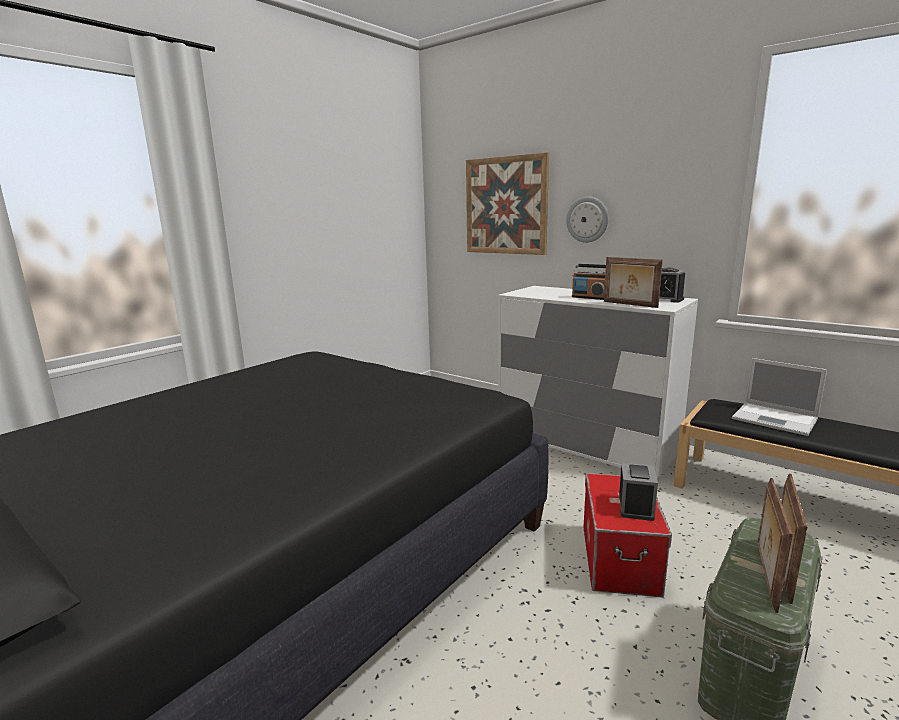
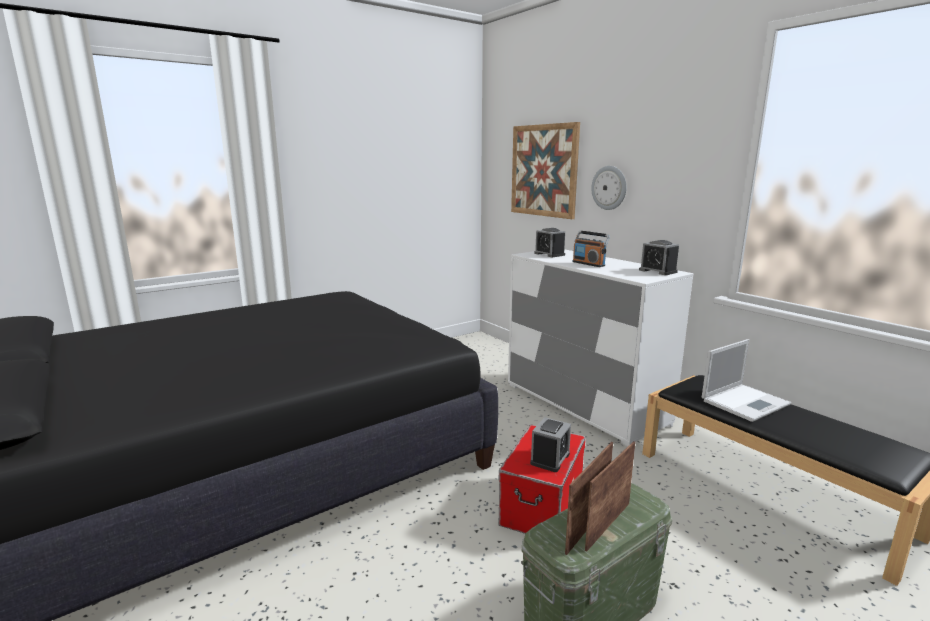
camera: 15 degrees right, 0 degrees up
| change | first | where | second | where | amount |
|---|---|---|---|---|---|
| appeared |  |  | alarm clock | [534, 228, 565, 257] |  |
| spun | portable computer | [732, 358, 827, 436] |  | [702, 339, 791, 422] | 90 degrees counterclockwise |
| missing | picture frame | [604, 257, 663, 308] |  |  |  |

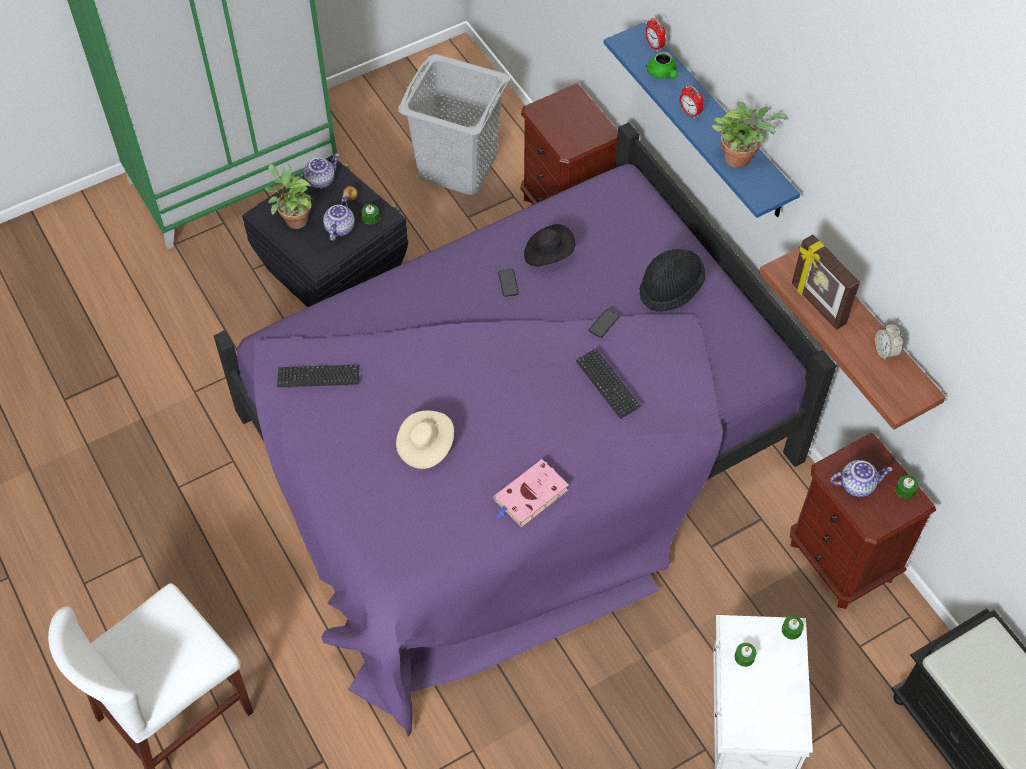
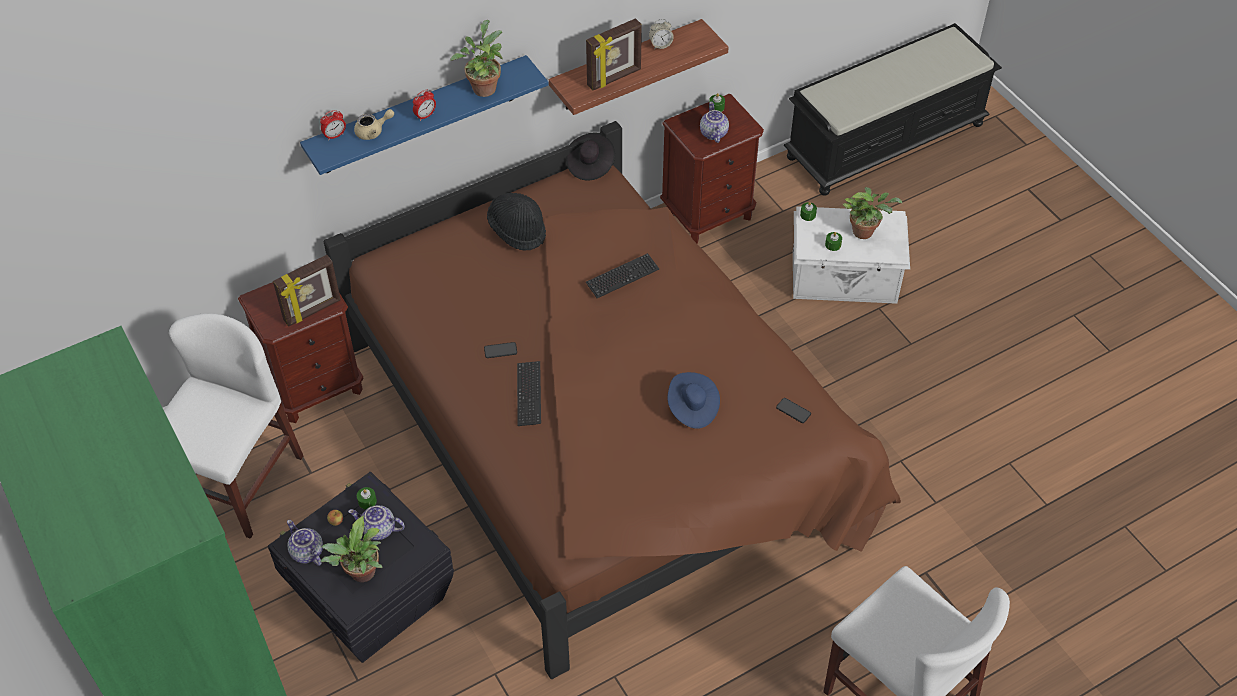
camera: 90 degrees left, 5 degrees down
| change | first | where | second | where | amount |
|---|---|---|---|---|---|
| exchanged | laundry basket in greyish | [398, 54, 509, 195] | plain chair in whitish | [164, 313, 303, 539] |  |
| appeared |  |  | picture frame | [273, 255, 341, 327] |  |
| colour | bedroom bed in purple | [214, 122, 836, 737] | bedroom bed in brown | [323, 121, 901, 679] |  |
| colour | pot for tea in greenish | [645, 51, 678, 79] | pot for tea in beige-coloured | [354, 109, 394, 140] |  |
| relocated | PC keyboard | [277, 364, 359, 388] |  | [517, 361, 541, 426] |  |
| relocated | clothing hat in blackish | [524, 224, 576, 266] |  | [566, 132, 615, 180] |  |
| colour | clothing hat in beige-coloured | [396, 410, 454, 469] | clothing hat in blue-coloured | [668, 372, 720, 429] |  |
| relocated | telephone | [589, 309, 619, 338] |  | [776, 398, 811, 423] |  |
| appeared |  |  | plant in a pot | [843, 187, 902, 239] |  |
| missing | book in pink-coloured | [493, 459, 569, 527] |  |  |  |

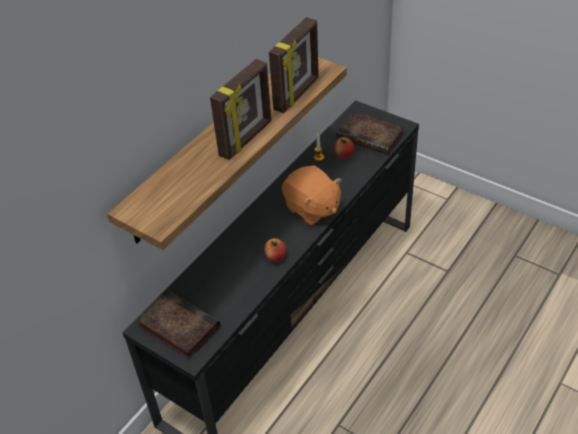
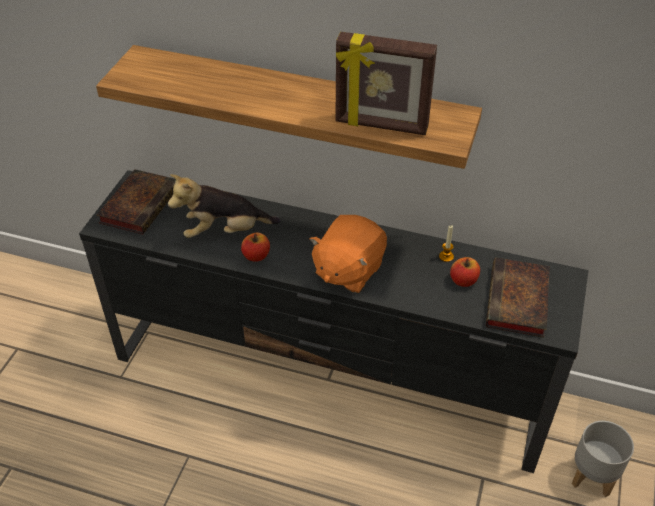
camera: 70 degrees right, 0 degrees up
| change | first | where | second | where | amount |
|---|---|---|---|---|---|
| appeared |  |  | plush toy | [168, 174, 280, 238] |  |
| appeared |  |  | plant pot in greyish | [572, 421, 634, 497] |  |
| missing | picture frame | [210, 59, 272, 160] |  |  |  |

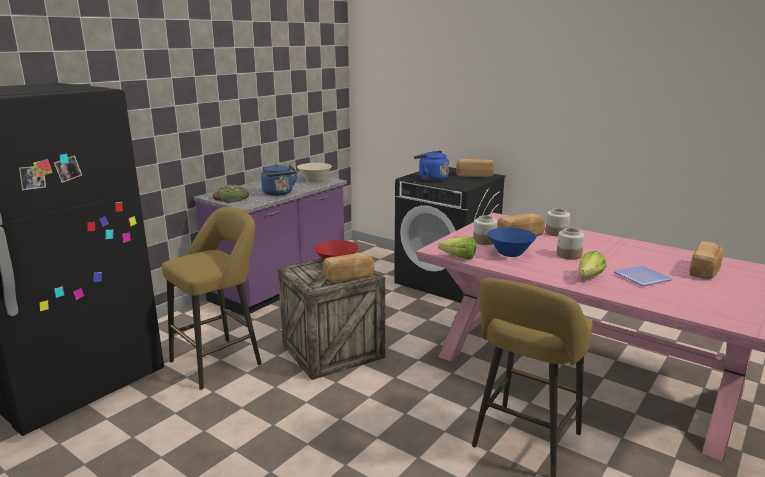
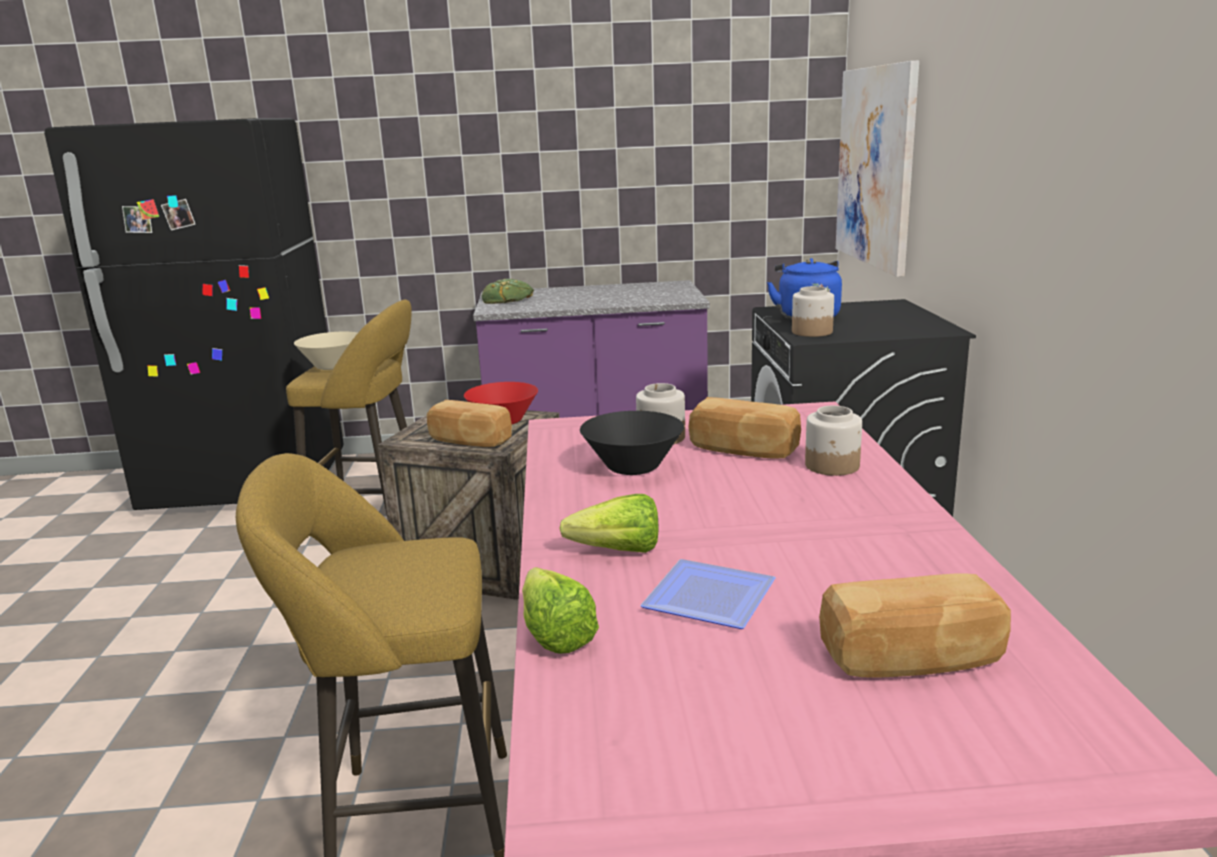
camera: 50 degrees right, 0 degrees up
| change | first | where | second | where | amount |
|---|---|---|---|---|---|
| relocated | serving bowl in beige-coloured | [297, 163, 332, 182] |  | [294, 332, 357, 370] |  |
| relocated | lettuce | [438, 237, 476, 260] |  | [522, 567, 599, 654] |  |
| colour | serving bowl in blue-coloured | [487, 227, 536, 257] | serving bowl in blackish | [580, 411, 684, 475] |  |
| relocated | preserve jar | [556, 228, 584, 260] |  | [792, 286, 834, 337] |  |
| appeared |  |  | wall art | [836, 61, 919, 277] |  |
| missing | tea kettle in blue-coloured | [261, 164, 298, 196] |  |  |  |
| missing | bread | [456, 158, 494, 177] |  |  |  |

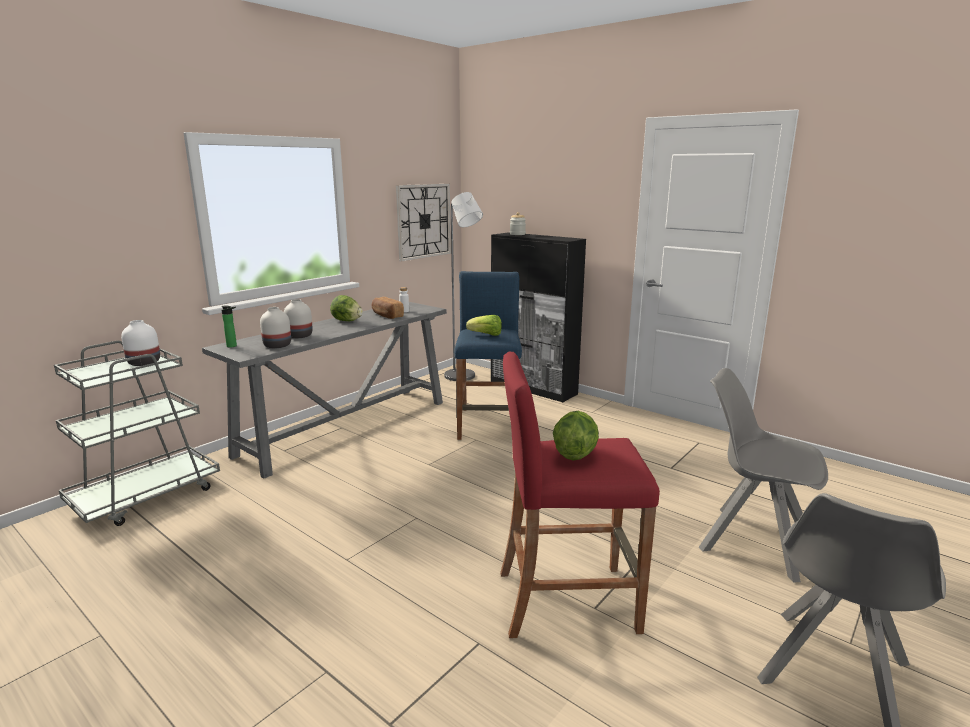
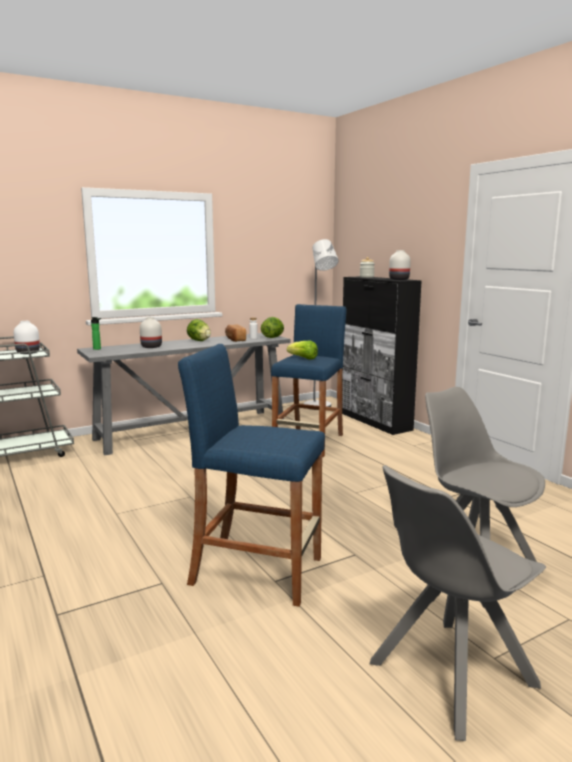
camera: 20 degrees right, 5 degrees down
| change | first | where | second | where | amount |
|---|---|---|---|---|---|
| colour | sitting stool in red | [500, 352, 660, 638] | sitting stool in blue-coloured | [178, 344, 325, 607] |  |
| relocated | lettuce | [553, 411, 599, 460] |  | [261, 317, 284, 338] |  |
| relocated | vase in whitish | [260, 307, 291, 348] |  | [389, 250, 411, 280] |  |
| missing | clock on the wall | [396, 184, 451, 262] |  |  |  |

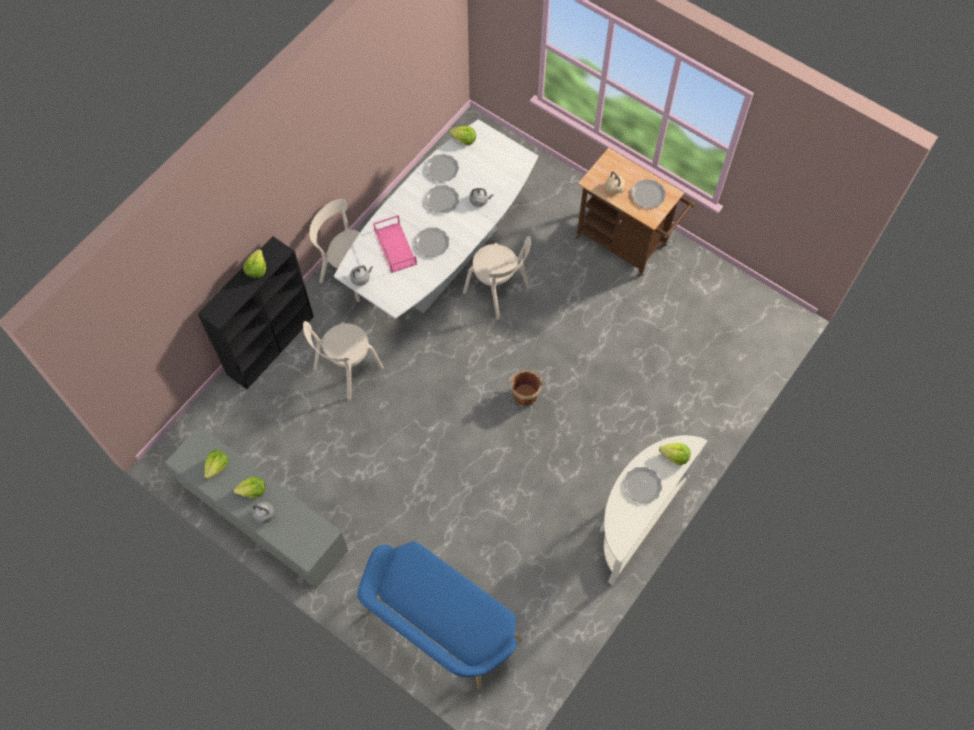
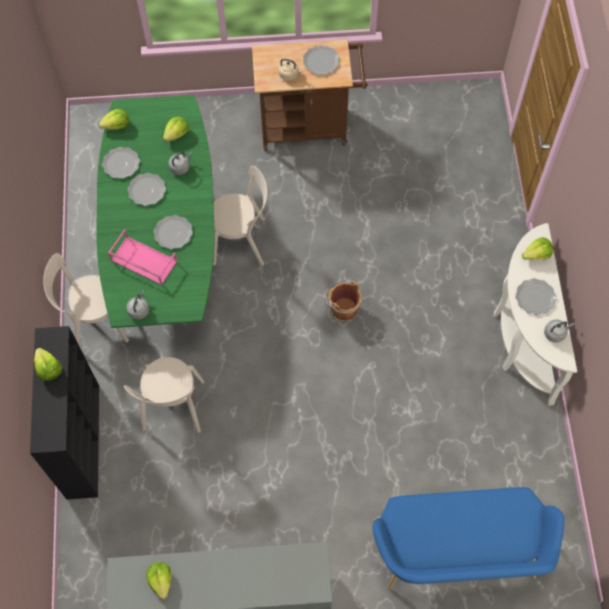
camera: 40 degrees left, 0 degrees up
| change | first | where | second | where | amount |
|---|---|---|---|---|---|
| colour | dinner table in whitish | [334, 119, 538, 319] | dinner table in greenish | [96, 95, 215, 328] |  |
| relocated | lettuce | [234, 477, 265, 498] |  | [163, 116, 189, 142] |  |
| relocated | tea kettle in greyish | [252, 502, 277, 523] |  | [544, 319, 574, 343] |  |

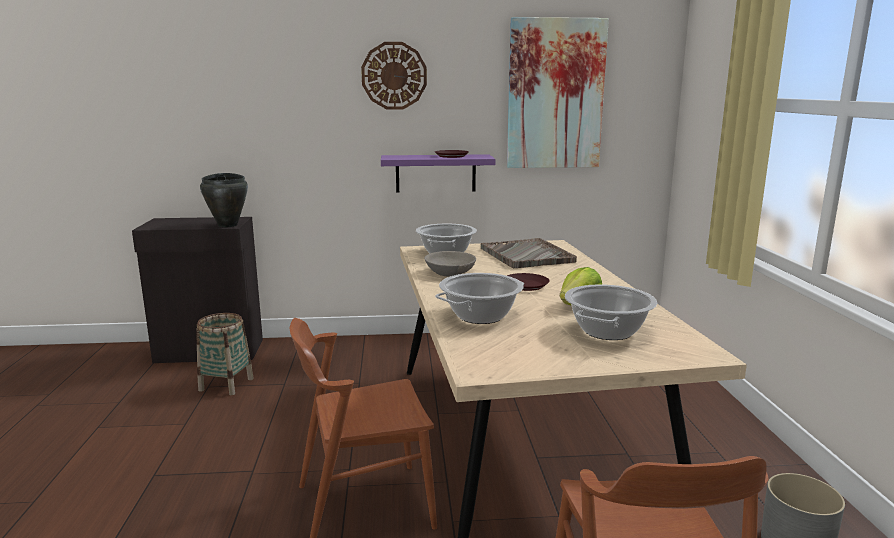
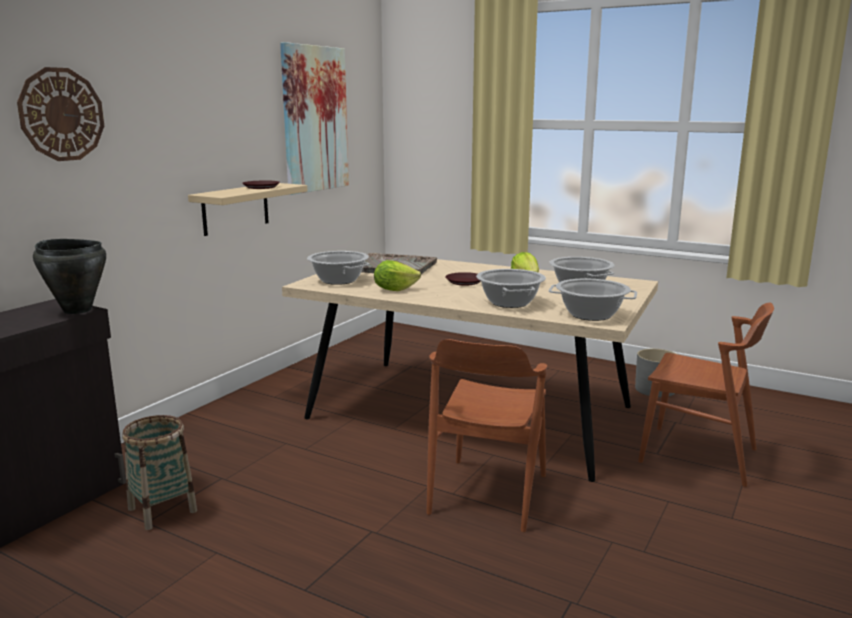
camera: 55 degrees left, 0 degrees up
| change | first | where | second | where | amount |
|---|---|---|---|---|---|
| relocated | clock on the wall | [361, 42, 427, 109] |  | [17, 67, 104, 161] |  |
| colour | wall shelf in purple | [381, 154, 496, 193] | wall shelf in beige-coloured | [188, 183, 307, 236] |  |
| exchanged | serving bowl in greyish | [424, 251, 476, 277] | lettuce | [374, 260, 421, 291] |  |
| appeared |  |  | stockpot | [549, 279, 637, 321] |  |

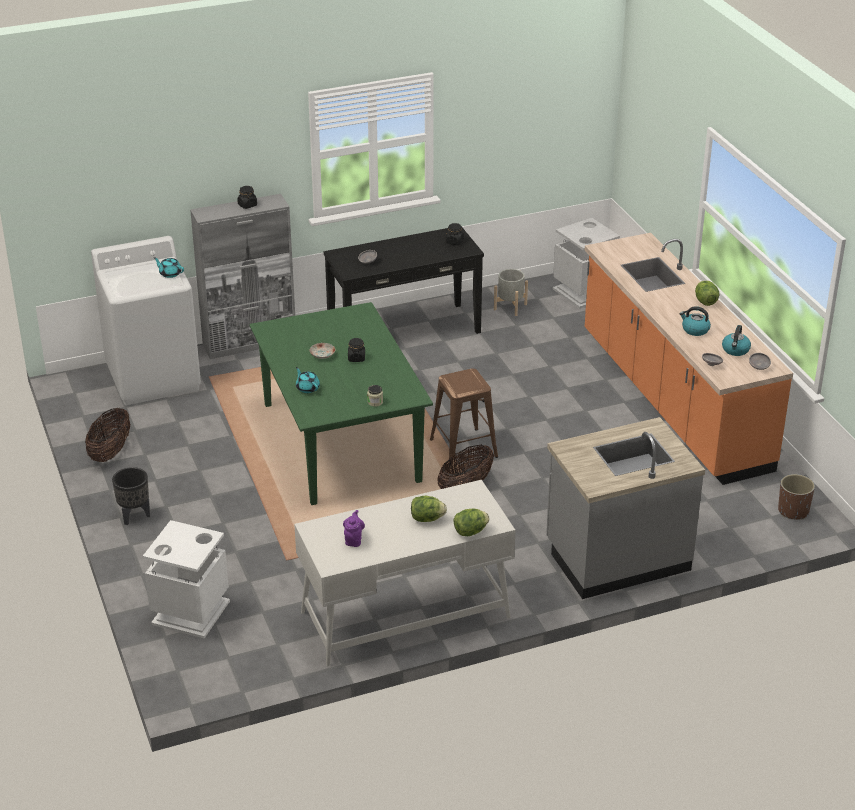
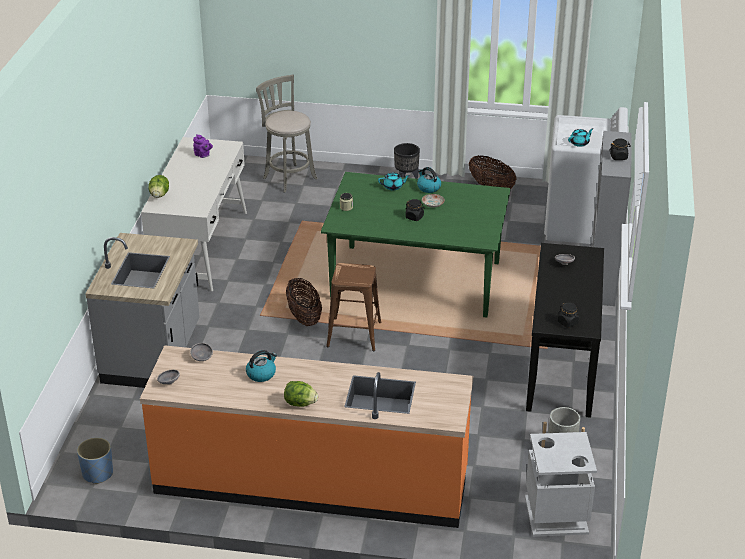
camera: 120 degrees right, 0 degrees up
| change | first | where | second | where | amount |
|---|---|---|---|---|---|
| colour | plant pot in brown | [778, 474, 815, 520] | plant pot in blue-coloured | [77, 437, 113, 484] |  |
| exchanged | waste bin in whitish | [143, 520, 230, 638] | sitting stool in greyish | [256, 75, 317, 193] |  |
| relocated | tea kettle | [722, 325, 751, 356] |  | [417, 167, 441, 193] |  |
| missing | lettuce | [411, 496, 447, 522] |  |  |  |

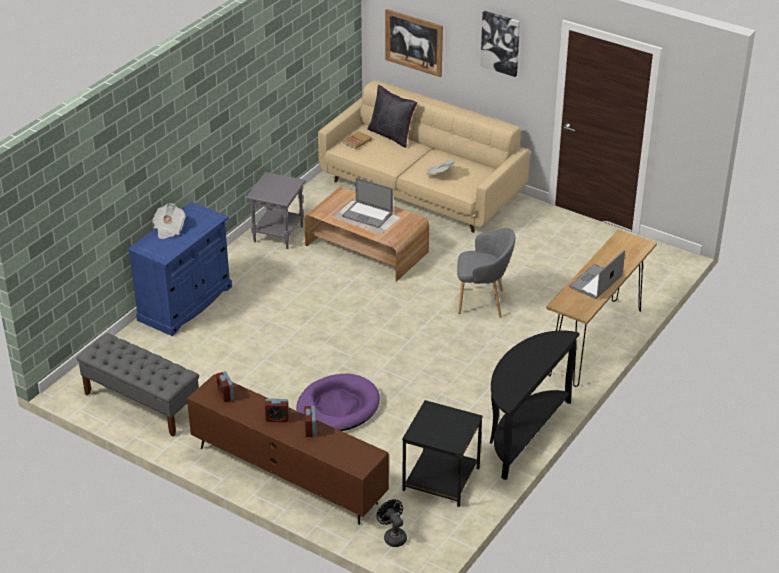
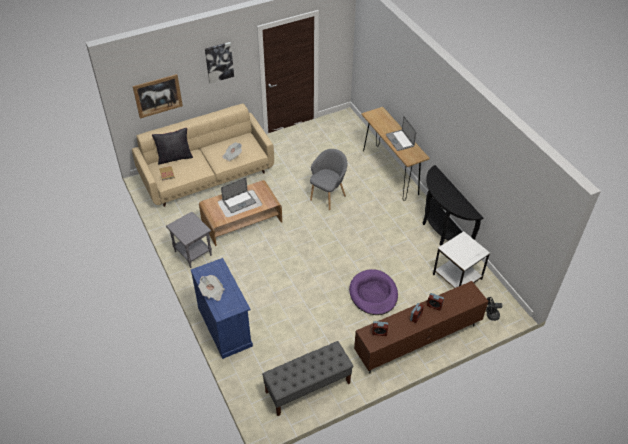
camera: 60 degrees left, 10 degrees up
| change | first | where | second | where | amount |
|---|---|---|---|---|---|
| colour | side table in blackish | [402, 400, 483, 507] | side table in whitish | [433, 231, 490, 288] |  |

